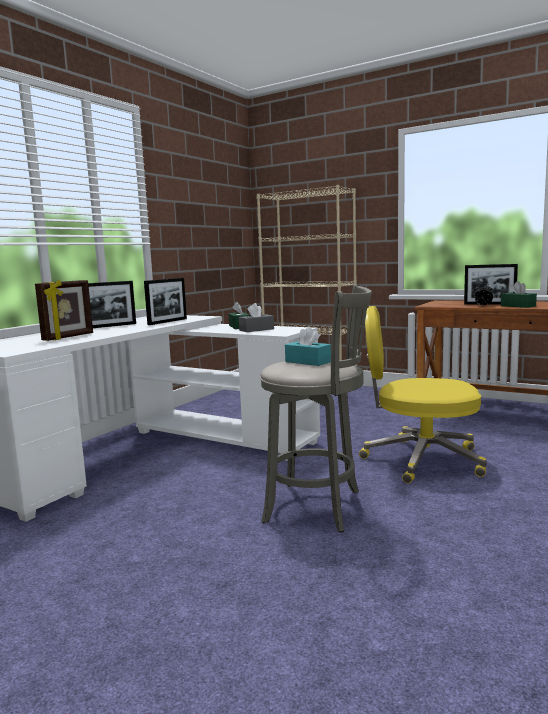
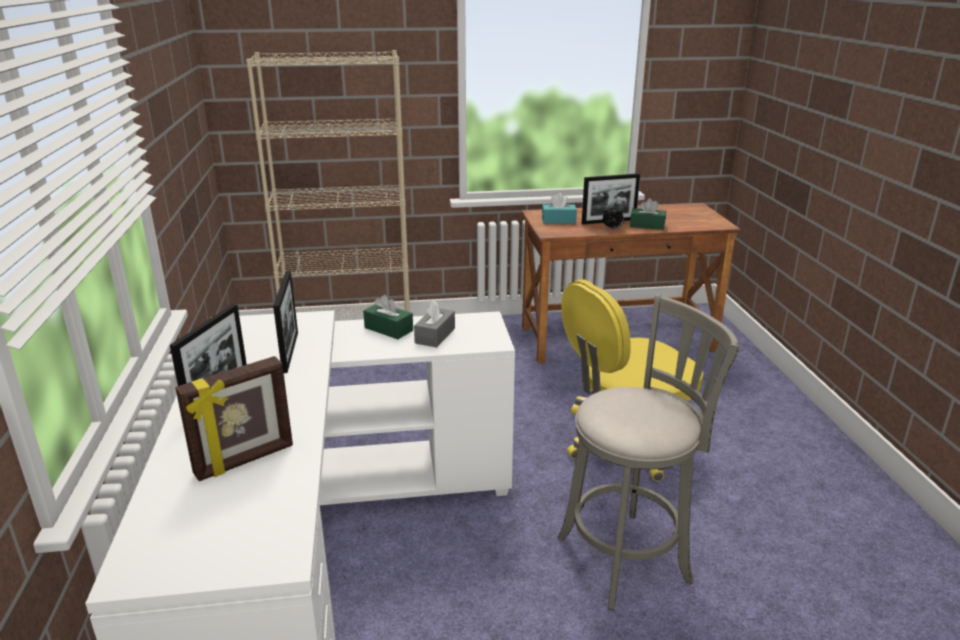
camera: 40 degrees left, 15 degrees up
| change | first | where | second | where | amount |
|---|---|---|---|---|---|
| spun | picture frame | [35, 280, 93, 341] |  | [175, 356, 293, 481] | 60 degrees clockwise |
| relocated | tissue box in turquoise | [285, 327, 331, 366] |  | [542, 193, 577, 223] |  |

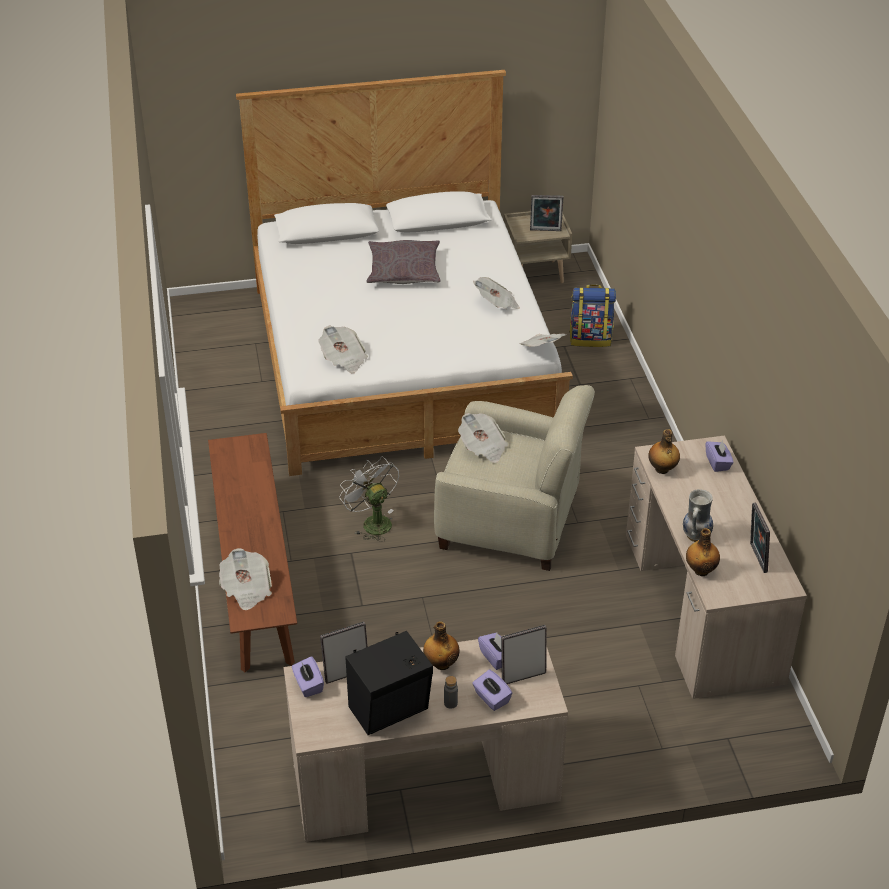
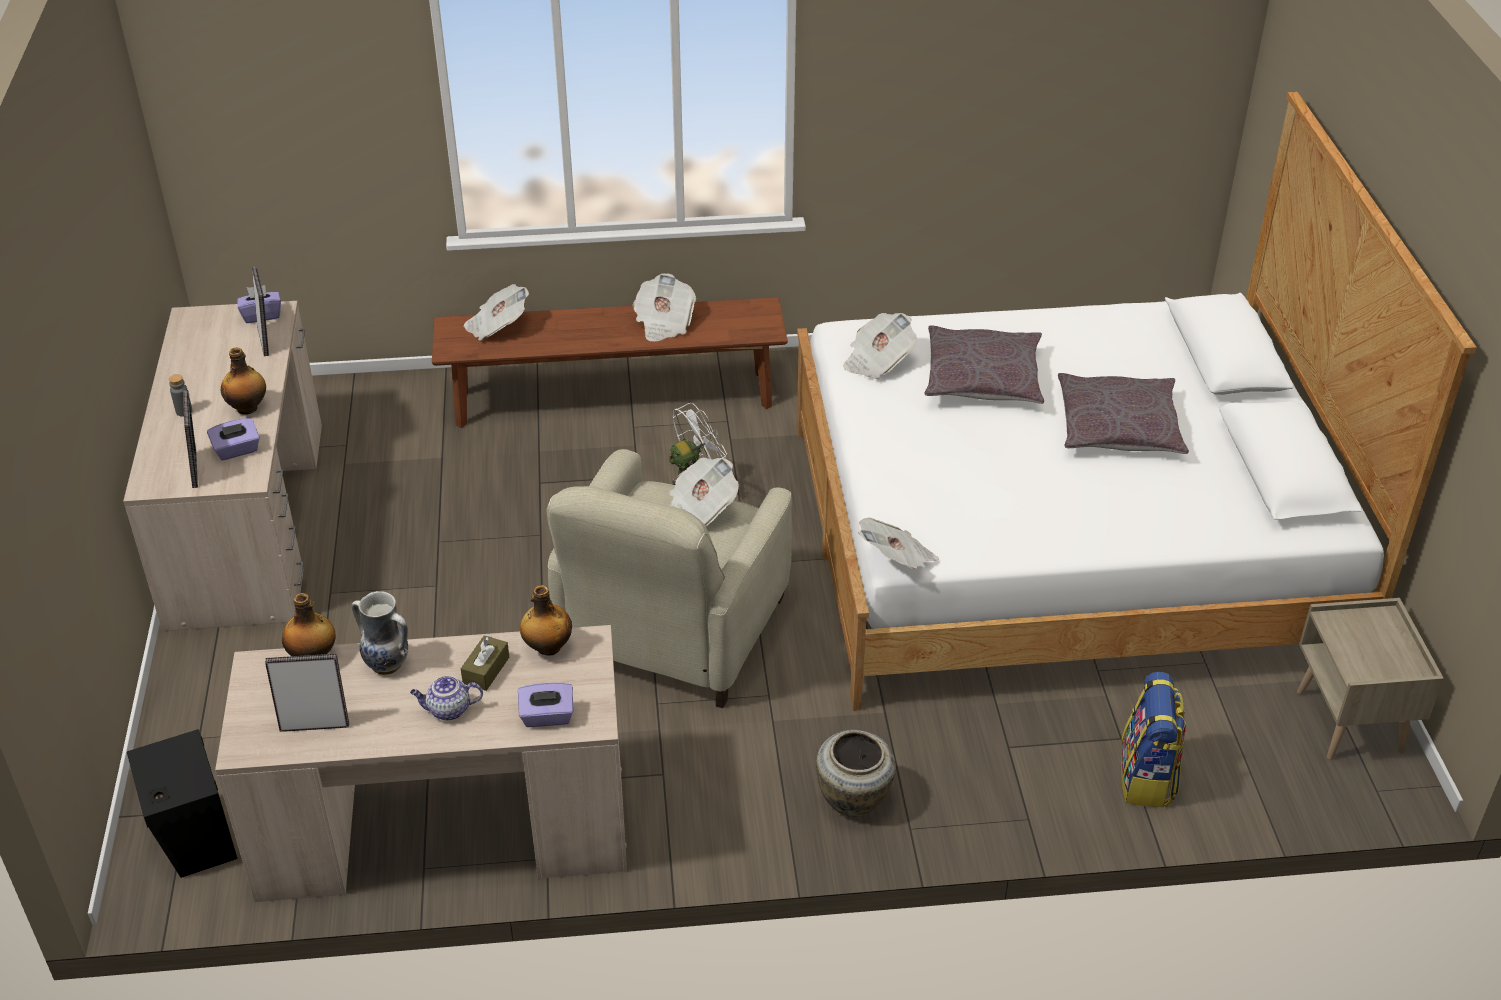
camera: 95 degrees right, 0 degrees up
| change | first | where | second | where | amount |
|---|---|---|---|---|---|
| relocated | audio speaker in blackish | [345, 631, 433, 735] |  | [127, 729, 237, 878] |  |
| appeared |  |  | pot for tea | [410, 676, 483, 721] |  |
| appeared |  |  | tissue box in brown | [461, 635, 509, 691] |  |
| relocated | daily paper | [473, 277, 520, 309] |  | [633, 273, 696, 342] |  |
| appeared |  |  | vase in beige-coloured | [815, 730, 896, 817] |  |
| appeared |  |  | throw pillow in greyish | [925, 325, 1044, 404] |  |
| missing | tissue box in purple | [472, 670, 512, 711] |  |  |  |
| missing | picture frame | [530, 195, 563, 231] |  |  |  |

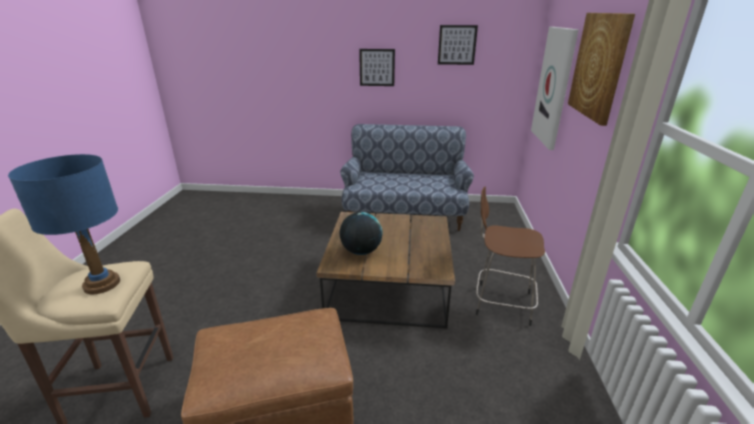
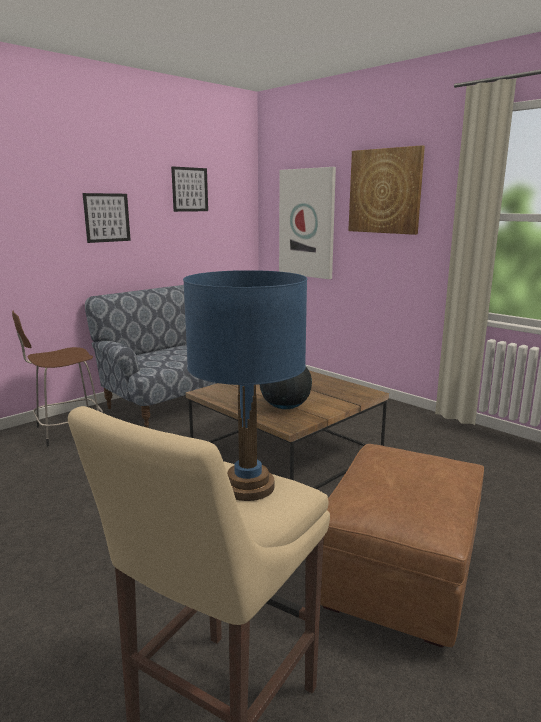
camera: 50 degrees left, 10 degrees down
| change | first | where | second | where | amount |
|---|---|---|---|---|---|
| relocated | sitting stool in brown | [476, 187, 545, 326] |  | [12, 311, 103, 446] |  |

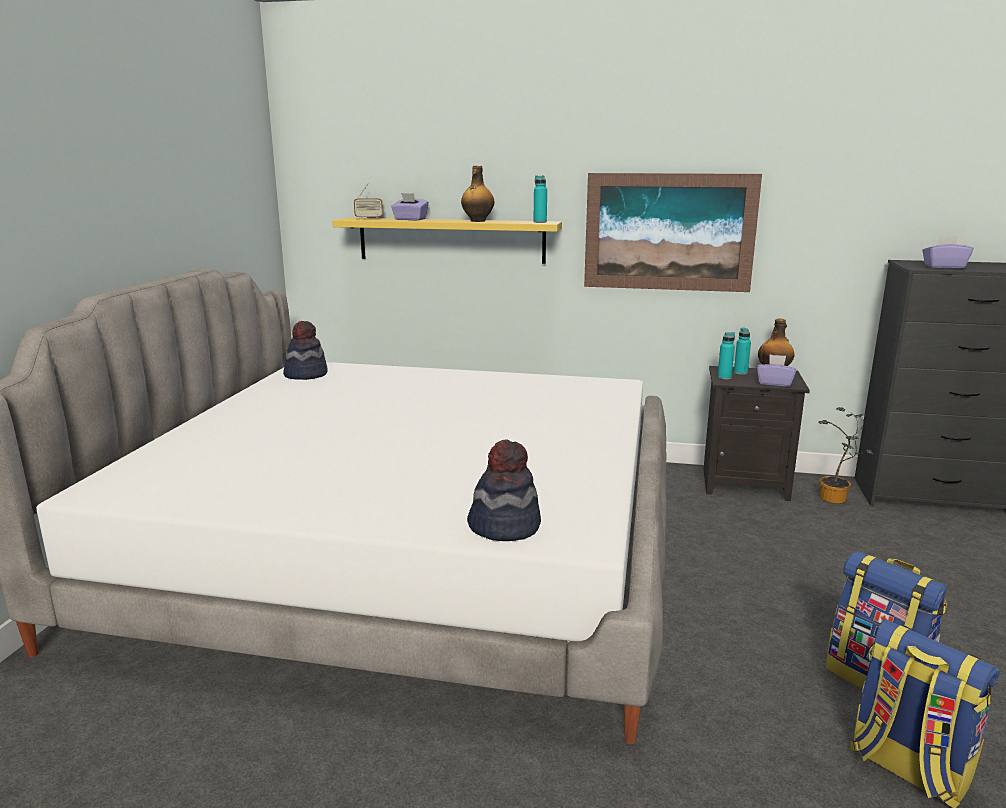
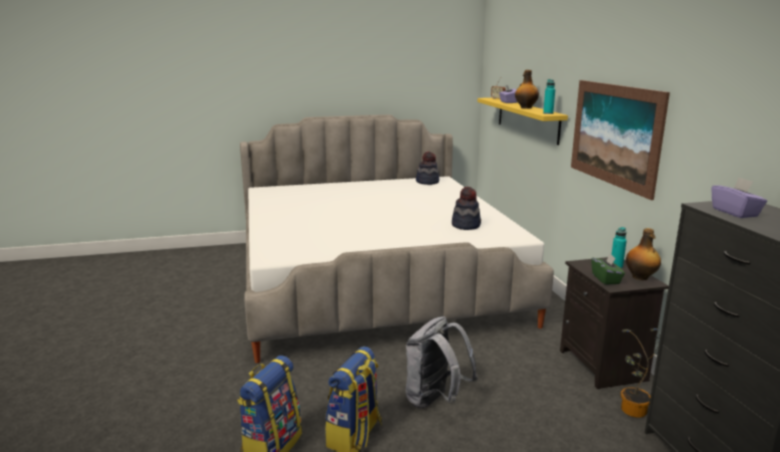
camera: 65 degrees right, 0 degrees up
| change | first | where | second | where | amount |
|---|---|---|---|---|---|
| appeared |  |  | knapsack in greyish | [406, 316, 478, 408] |  |
| relocated | clothing hat | [467, 439, 541, 541] |  | [452, 187, 481, 230] |  |
| colour | tissue box in purple | [757, 355, 796, 387] | tissue box in greenish | [591, 254, 625, 285] |  |
| missing | beverage bottle in turquoise | [717, 332, 735, 380] |  |  |  |

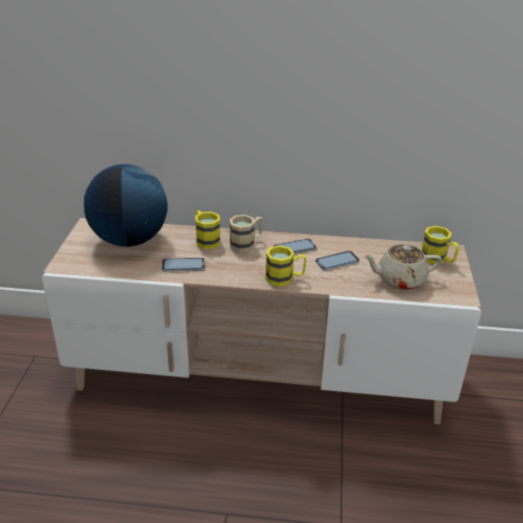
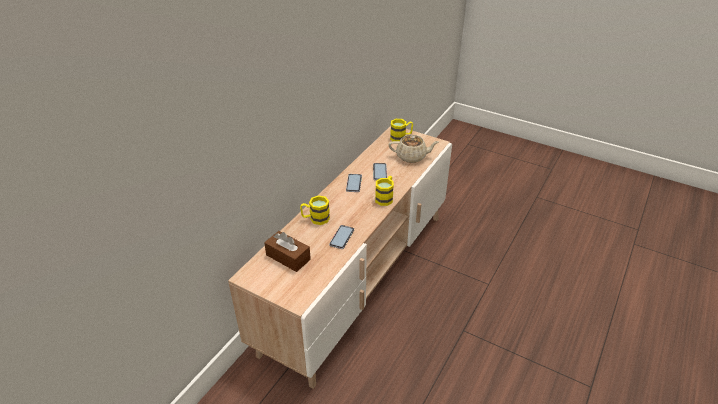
camera: 65 degrees left, 5 degrees up
| change | first | where | second | where | amount |
|---|---|---|---|---|---|
| exchanged | desk globe | [84, 164, 168, 247] | tissue box in brown | [264, 231, 311, 272] |  |
| spun | pot for tea in beige-coloured | [363, 244, 442, 290] |  | [388, 135, 439, 163] | 105 degrees counterclockwise |
| missing | mug in beige-coloured | [229, 215, 263, 253] |  |  |  |

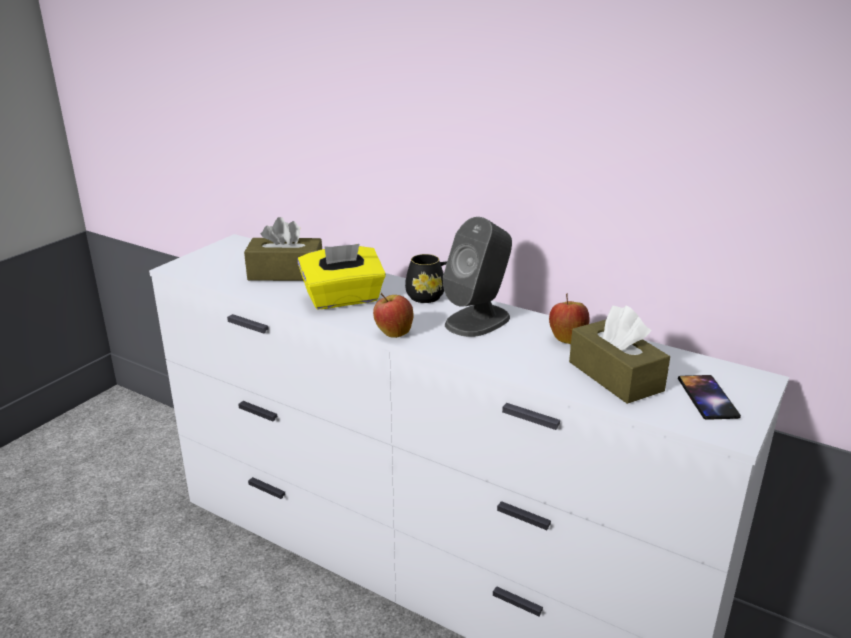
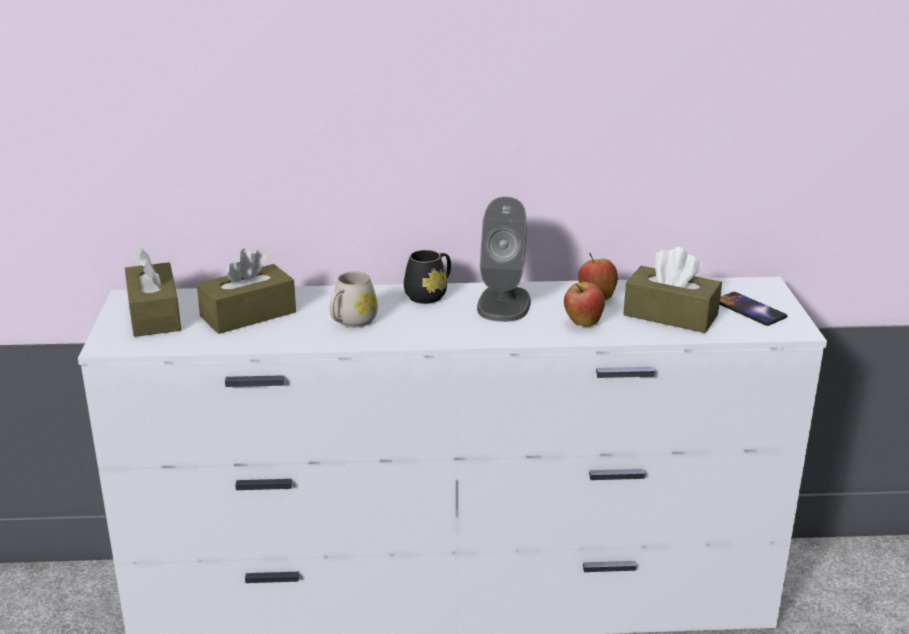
camera: 35 degrees left, 0 degrees up
| change | first | where | second | where | amount |
|---|---|---|---|---|---|
| appeared |  |  | tissue box in brown | [125, 248, 181, 337] |  |
| exchanged | tissue box in yellow | [297, 244, 386, 309] | mug in whitish | [330, 271, 378, 328] |  |
| relocated | apple fruit | [373, 293, 414, 338] |  | [564, 282, 605, 327] |  |

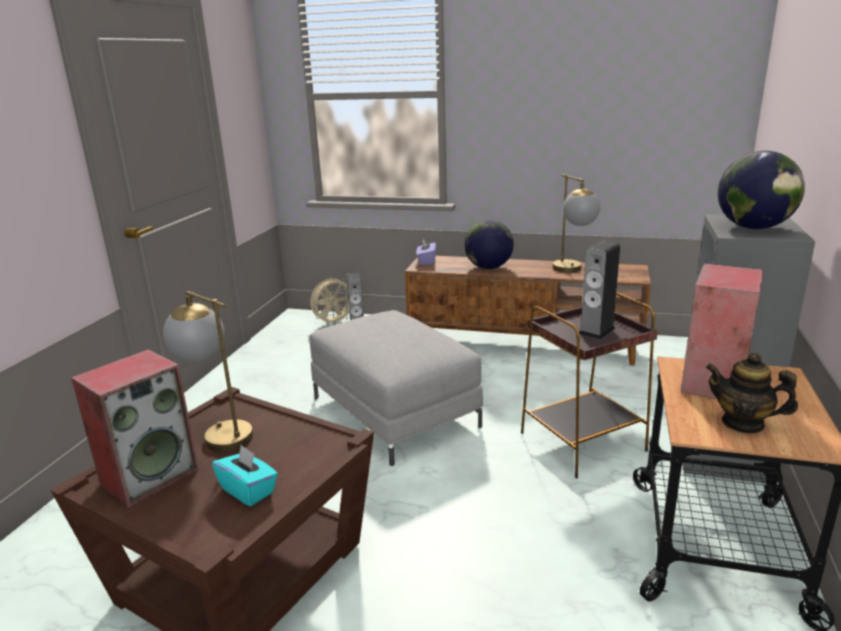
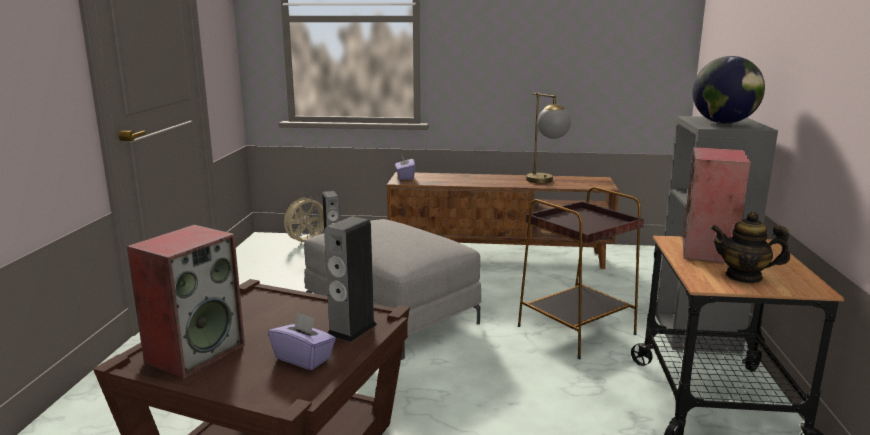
camera: 10 degrees left, 5 degrees down
| change | first | where | second | where | amount |
|---|---|---|---|---|---|
| colour | tissue box in turquoise | [212, 445, 278, 506] | tissue box in purple | [268, 312, 336, 370] |  |
| relocated | audio speaker | [579, 241, 620, 340] |  | [324, 216, 377, 342] |  |
| missing | lamp for a table | [163, 291, 253, 452] |  |  |  |
| missing | desk globe | [464, 220, 514, 269] |  |  |  |

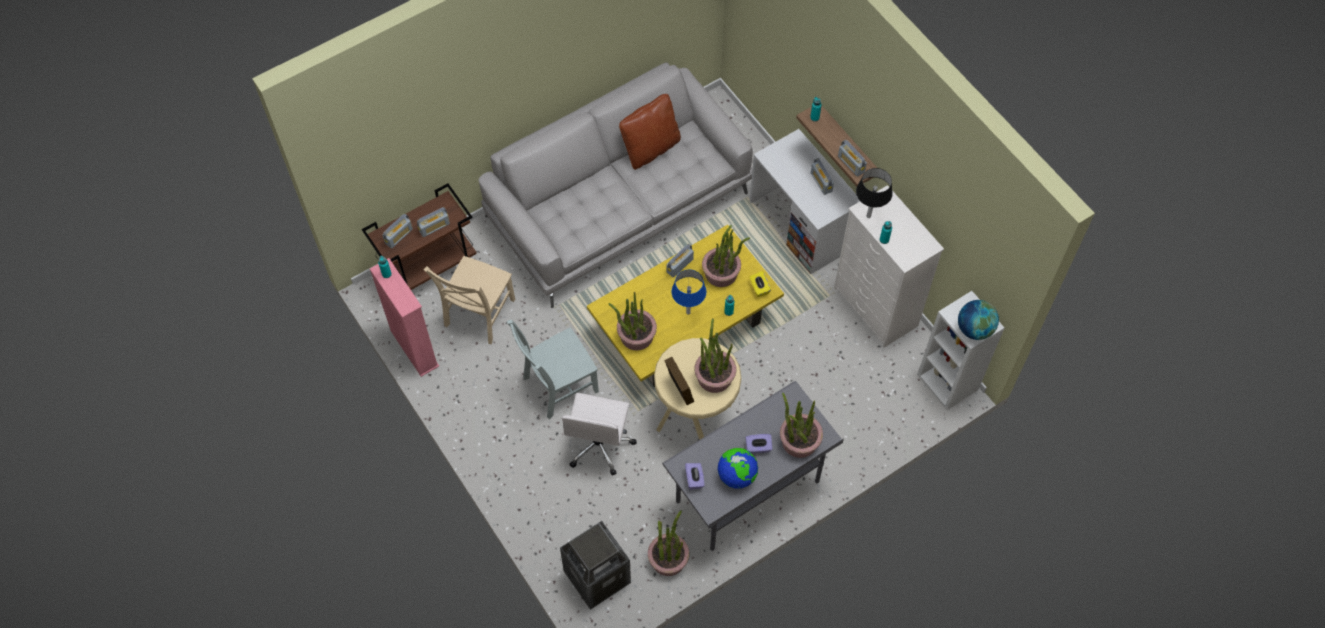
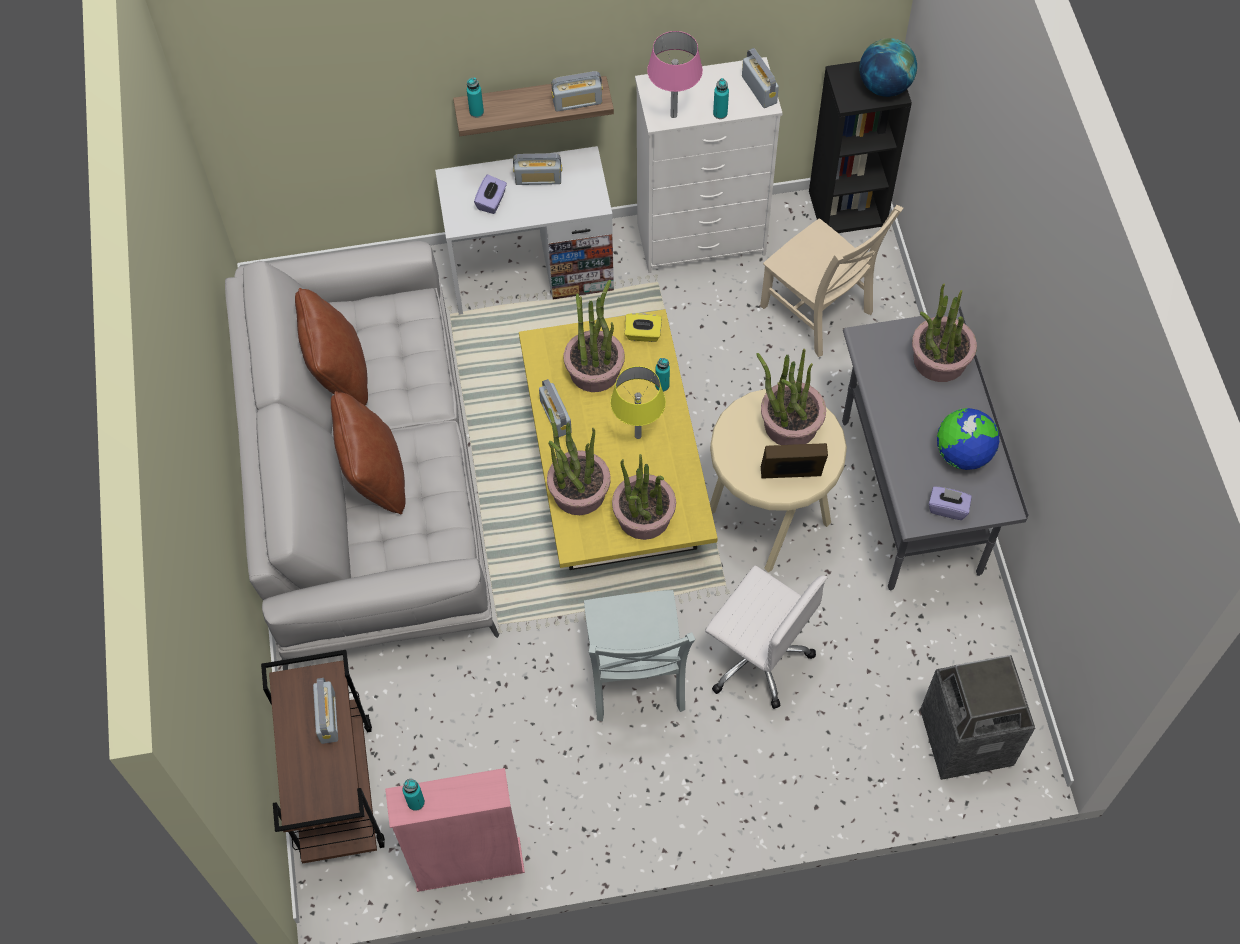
camera: 65 degrees left, 0 degrees up
| change | first | where | second | where | amount |
|---|---|---|---|---|---|
| appeared |  |  | throw pillow in brown | [331, 391, 405, 514] |  |
| relocated | tissue box in purple | [745, 434, 772, 454] |  | [474, 174, 507, 214] |  |
| relocated | plant in a pot | [648, 511, 689, 576] |  | [547, 408, 611, 515] |  |
| colour | lamp for a table in blue-coloured | [672, 270, 706, 314] | lamp for a table in yellow | [610, 366, 666, 439] |  |
| colour | lamp for a table in blackish | [856, 168, 893, 218] | lamp for a table in pink-coloured | [647, 31, 703, 118] |  |
| relocated | radio set | [382, 214, 413, 248] |  | [742, 48, 779, 108] |  |
| relocated | plain chair in beige-coloured | [424, 256, 515, 344] |  | [760, 205, 903, 357] |  |
| colour | bookcase in whitish | [917, 291, 1005, 410] | bookcase in blackish | [809, 61, 912, 233] |  |

